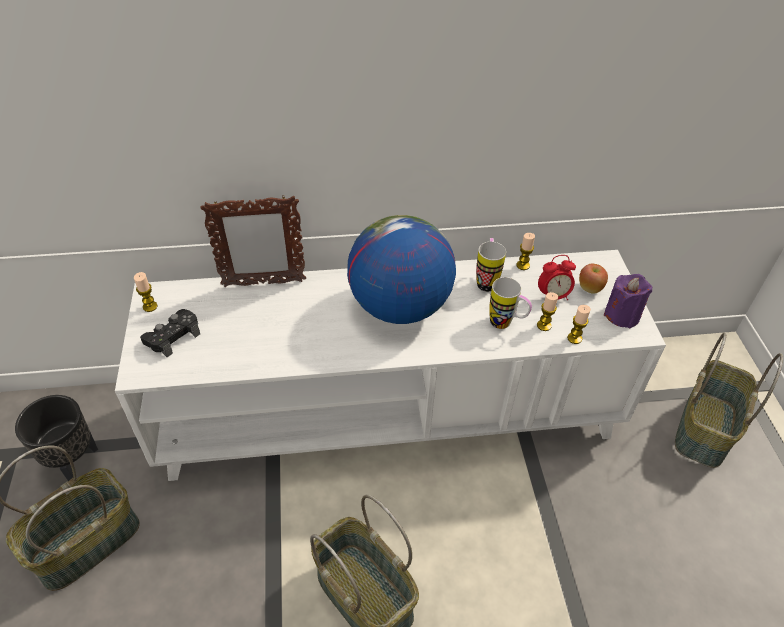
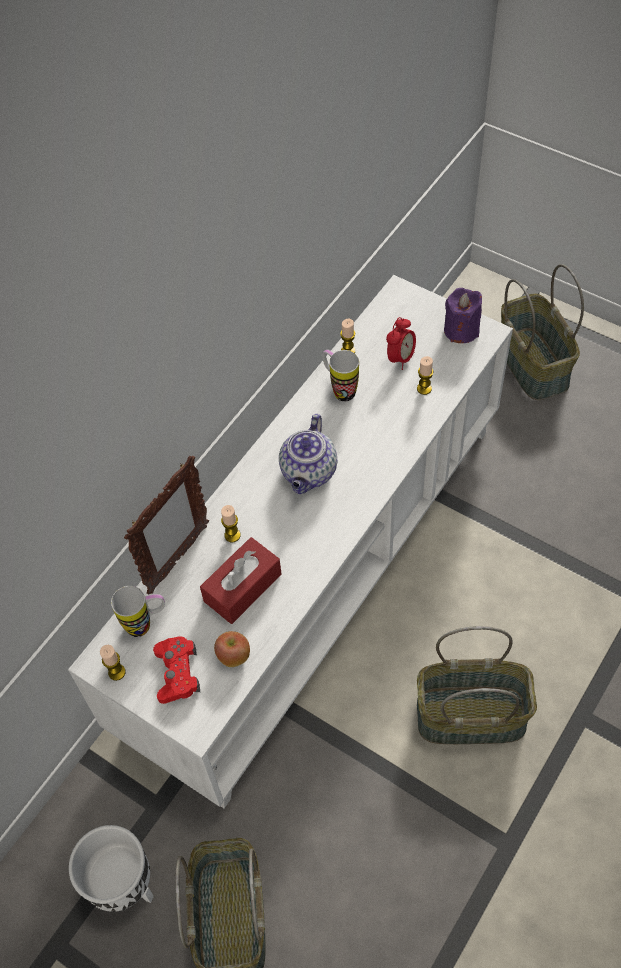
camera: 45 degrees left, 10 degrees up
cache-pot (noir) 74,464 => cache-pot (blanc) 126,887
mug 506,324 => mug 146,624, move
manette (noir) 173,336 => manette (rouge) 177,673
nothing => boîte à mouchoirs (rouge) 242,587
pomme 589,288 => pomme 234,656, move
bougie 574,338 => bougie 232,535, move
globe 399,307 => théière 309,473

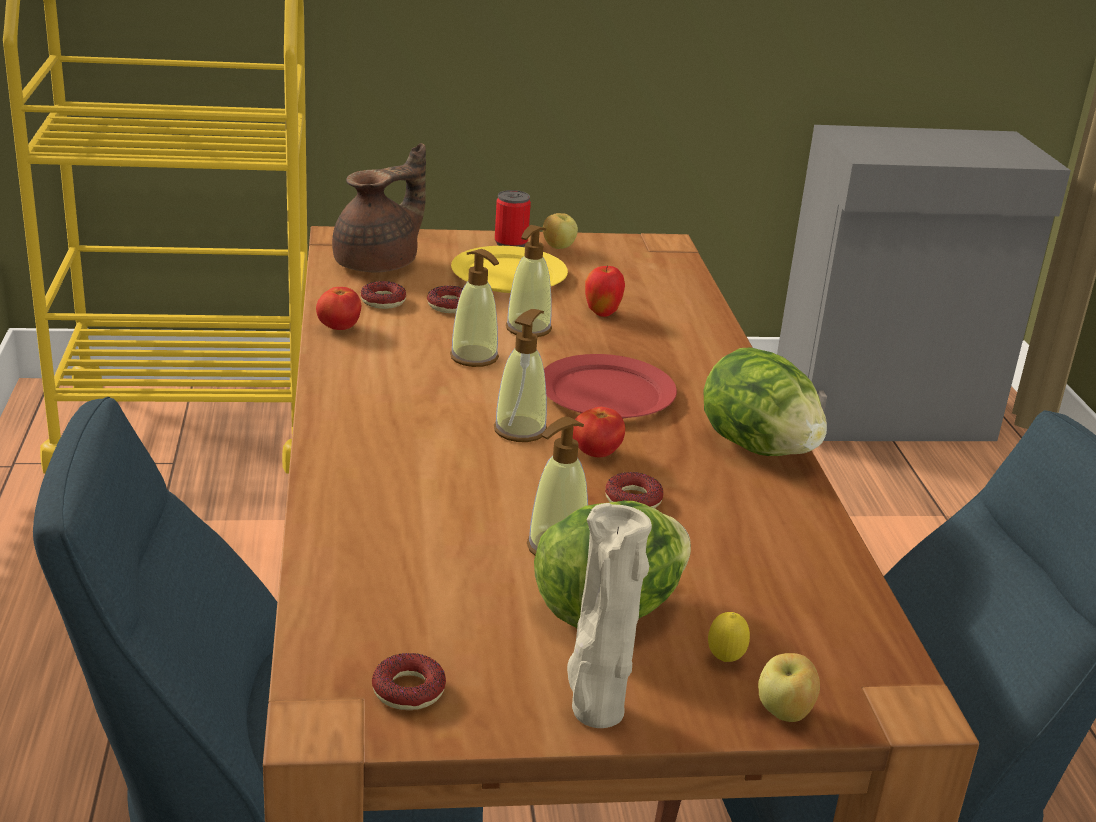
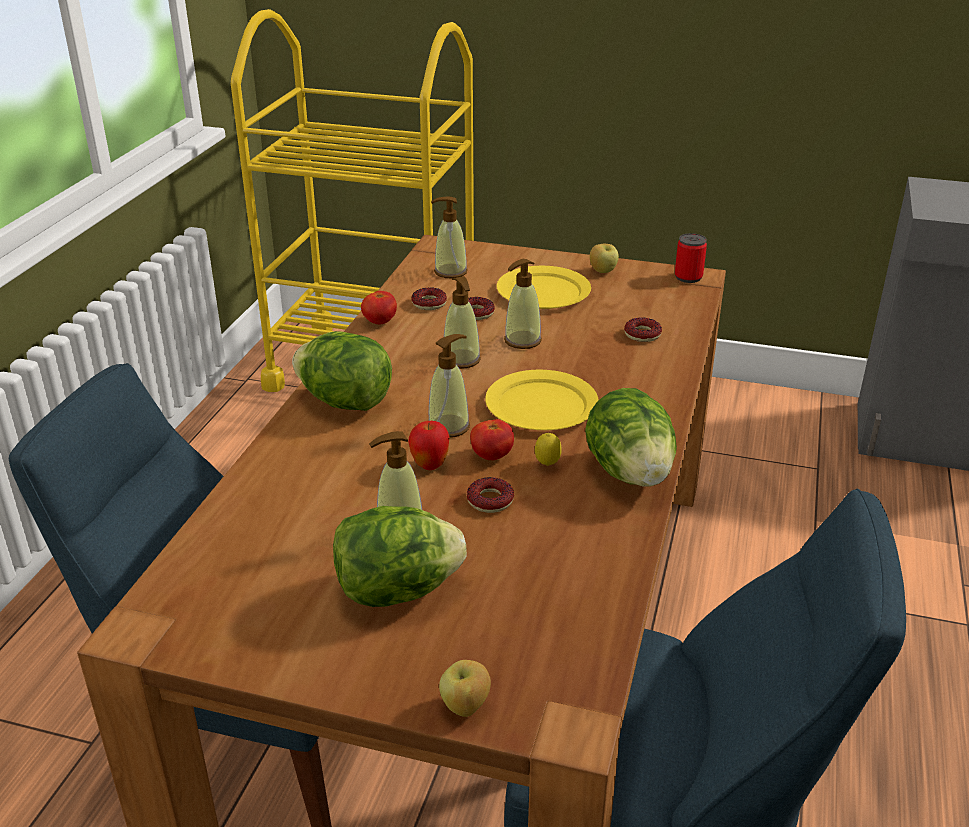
camera: 25 degrees right, 5 degrees up
nothing => laitue 345,402
pomme 602,313 => pomme 430,465, move
théière (marron) 379,264 => distributeur de savon 450,272
assiette (rouge) 606,393 => assiette (jaune) 541,405
citron 725,661 => citron 547,465, move
beignet 408,690 => beignet 642,334, move
boîte métallique 511,243 => boîte métallique 688,277, move
vase (beige) 595,713 => nothing

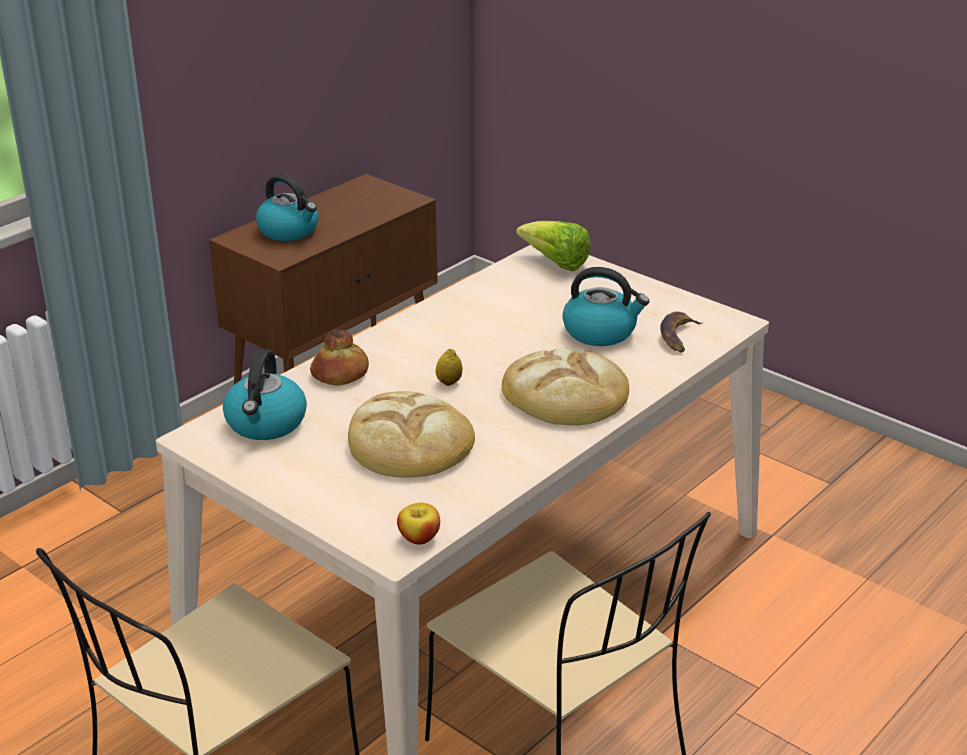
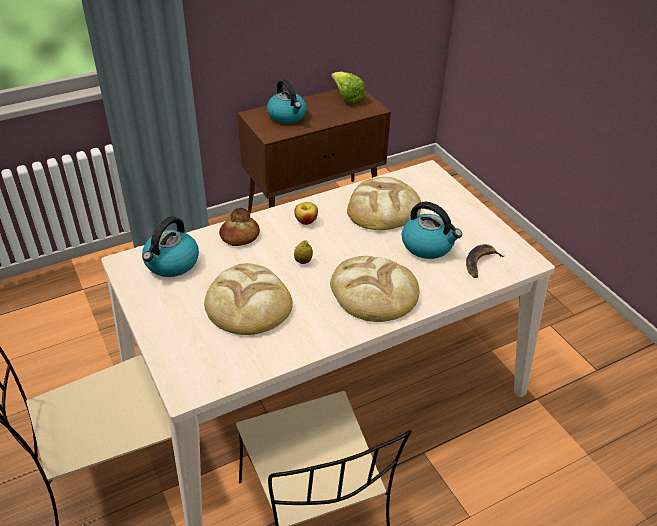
camera: 20 degrees right, 10 degrees up
pomme 419,538 => pomme 306,221, move
laitue 556,263 => laitue 347,97, move
nothing => pain 383,208

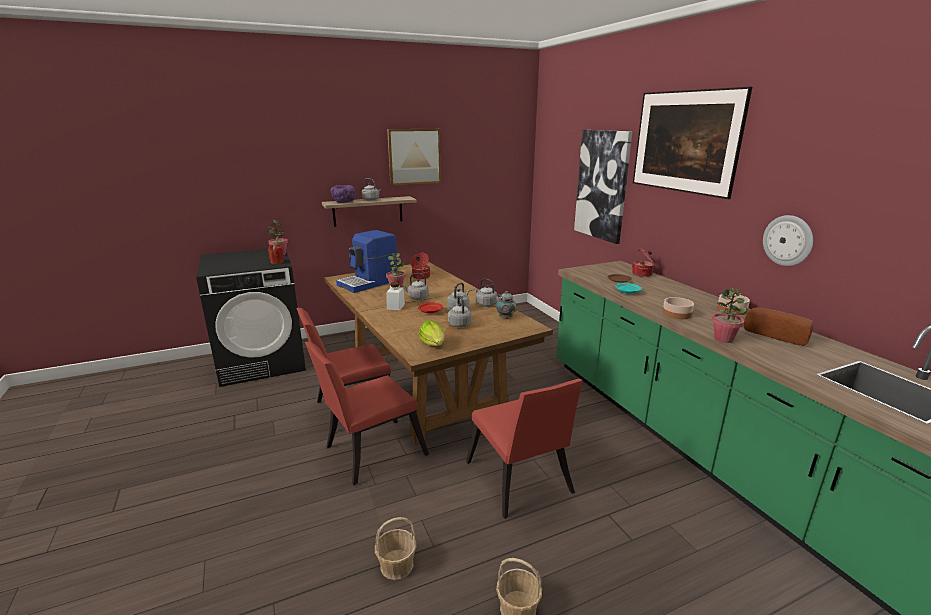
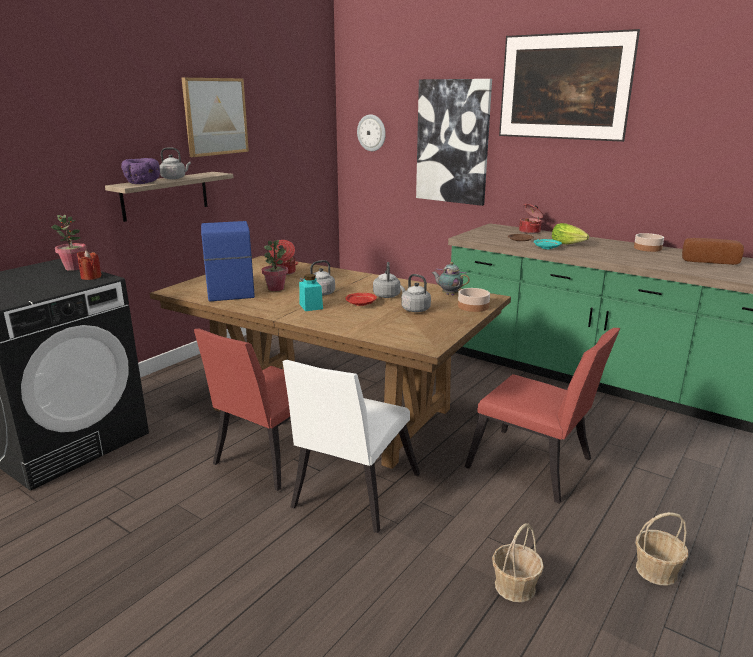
camera: 30 degrees left, 0 degrees up
machine à café 369,283 => machine à café 229,289, 150 degrees clockwise
chaise (rouge) 369,452 => chaise (blanc) 351,494
bocal (blanc) 396,306 => bocal (turquoise) 311,306
horloge murale 788,240 => horloge murale 371,133, move
bol 676,314 => bol 473,306, move
laitue 433,344 => laitue 567,244, move
bouilloire (gris) 485,304 => nothing
plante en pot 723,339 => nothing

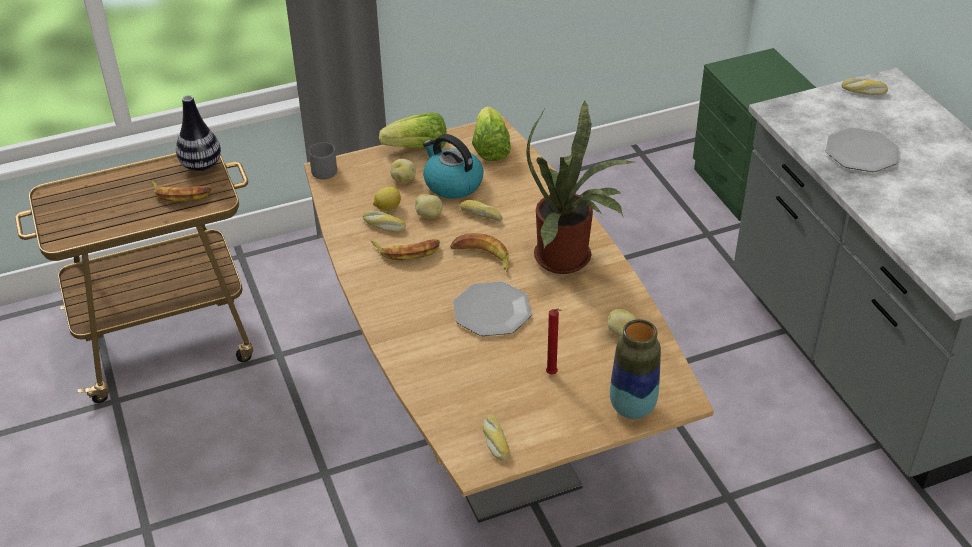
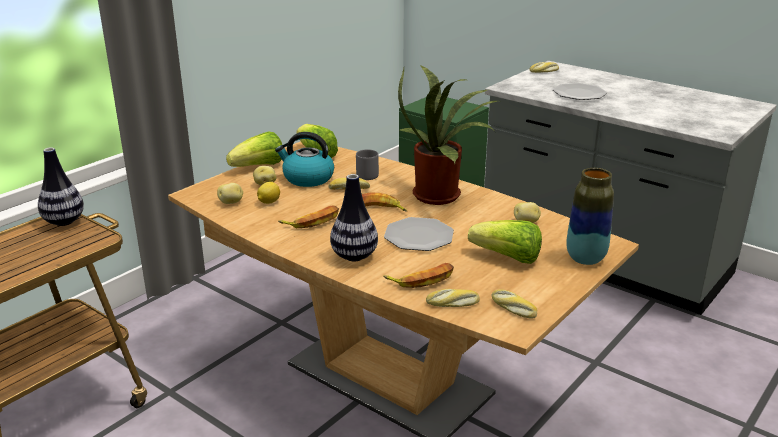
camera: 30 degrees left, 15 degrees down
pomme de terre 429,215 => pomme de terre 231,202, move
nothing => vase 354,256
mug (gris) 325,170 => mug (gris) 366,174, move
banane 181,194 => banane 422,279, move
pain 383,226 => pain 452,304, move
bougie (rouge) 553,374 => laitue 507,258

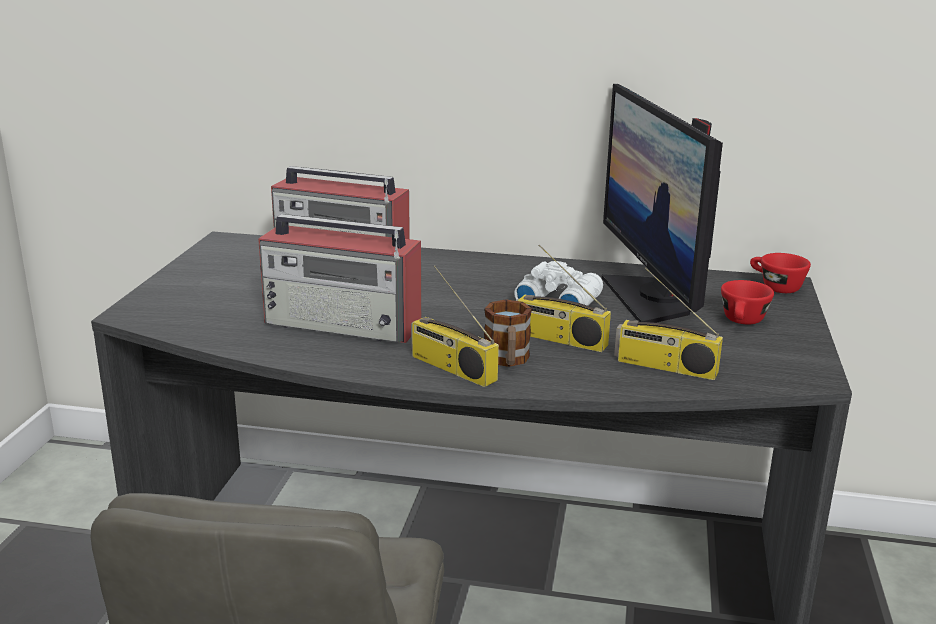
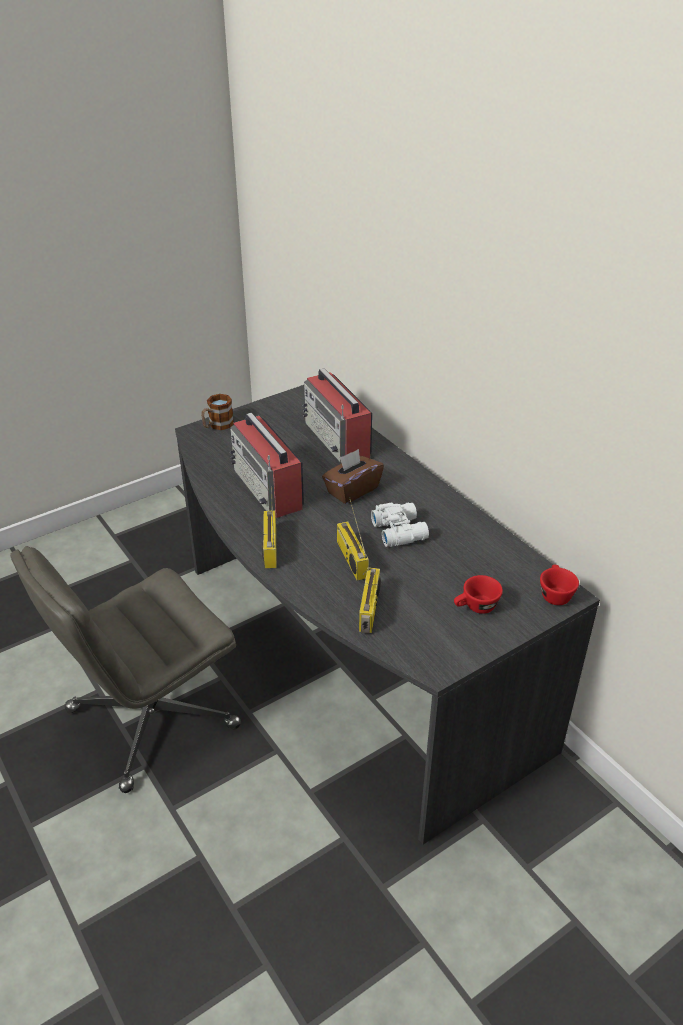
camera: 45 degrees right, 15 degrees up
mug 507,361 => mug 217,425, move
nothing => boîte à mouchoirs (marron) 352,490
radio 664,367 => radio 370,610, 150 degrees counterclockwise
écran d'ordinateur 651,298 => nothing

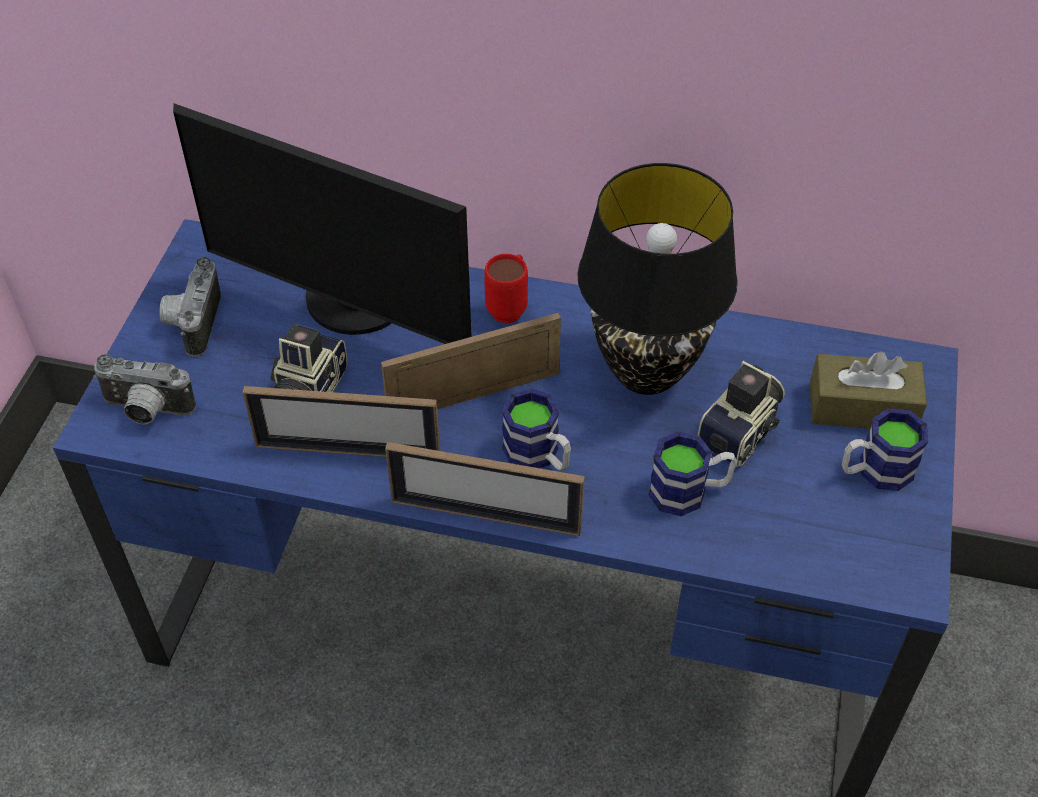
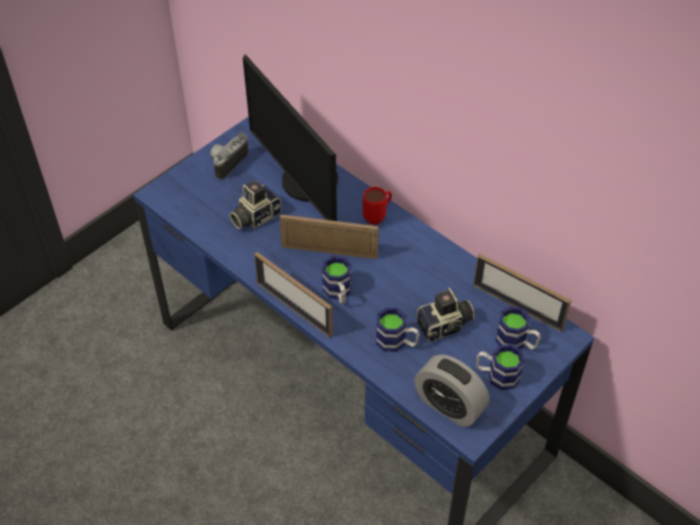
camera: 30 degrees right, 0 degrees up
nothing => réveil 449,405
cadre photo 348,450 => cadre photo 517,307, move
boîte à mouchoirs (marron) 862,407 => mug 516,342
appareil photo 146,411 => nothing
lampe de table (noir) 646,371 => nothing

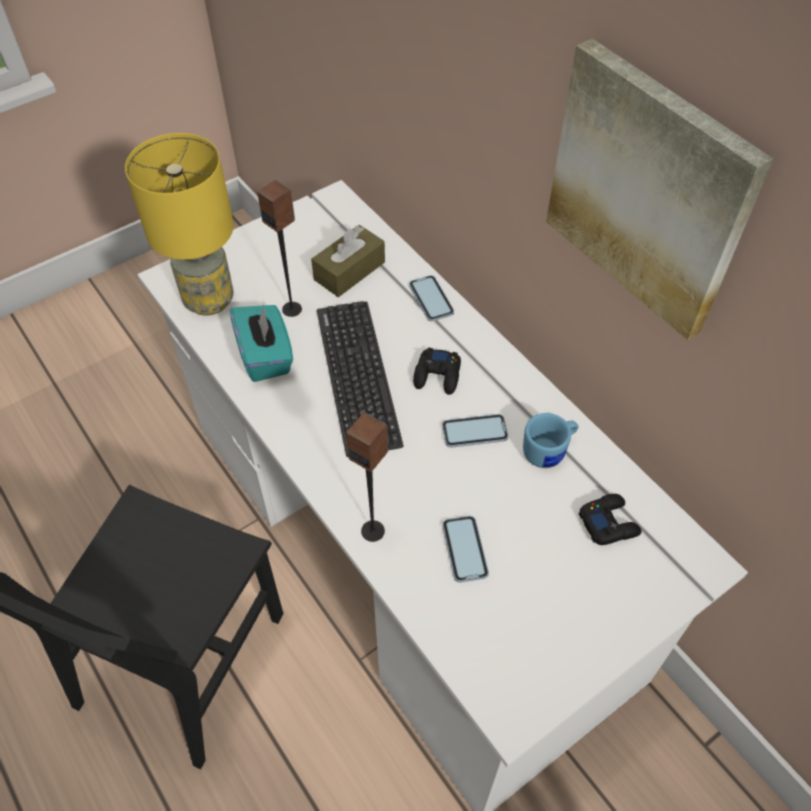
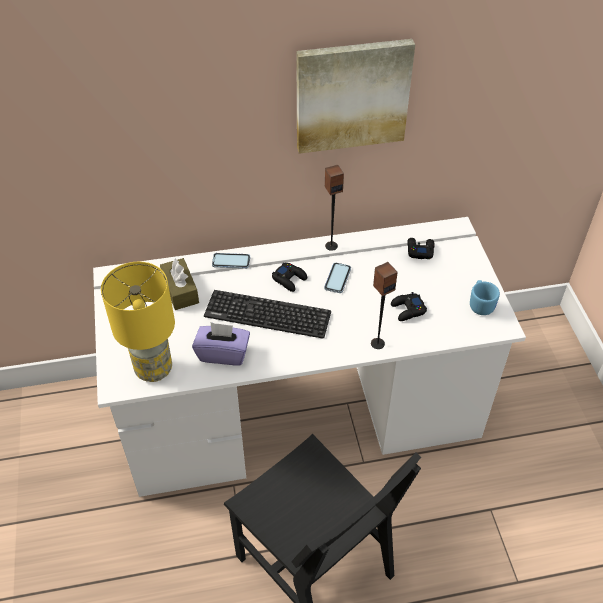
camera: 65 degrees left, 5 degrees down
boîte à mouchoirs (turquoise) 266,356 => boîte à mouchoirs (violet) 223,353
enceinte 292,309 => enceinte 331,246, move
téléphone 464,550 => manette (noir) 408,310
mug (bleu) 549,451 => mug (bleu) 481,304, move

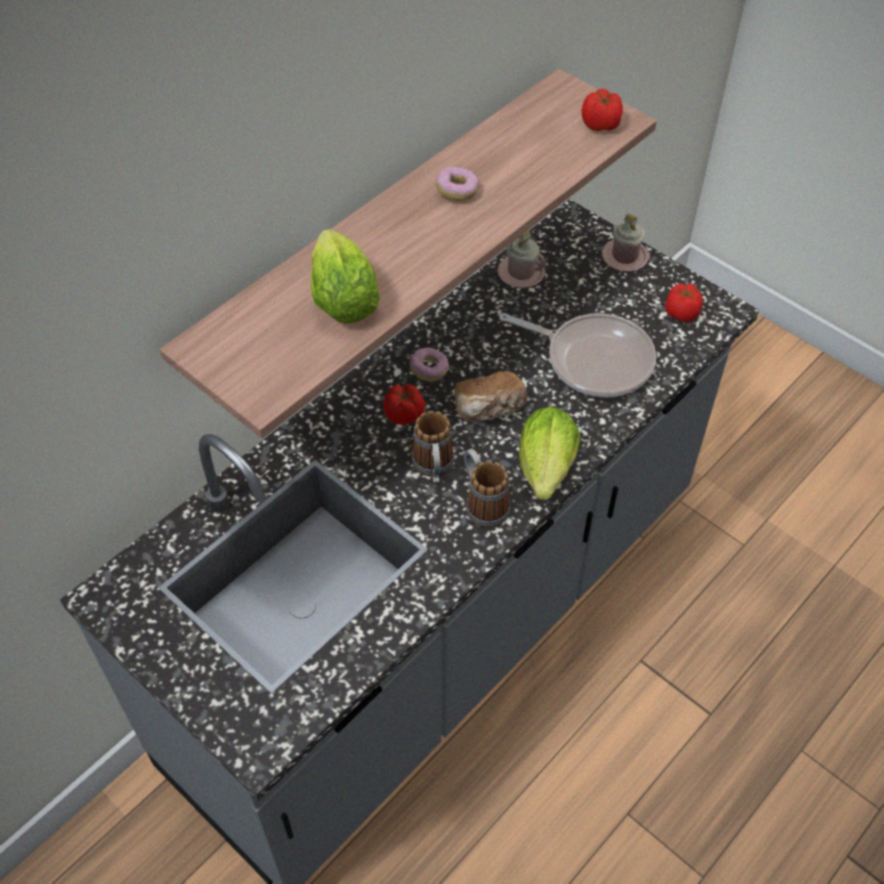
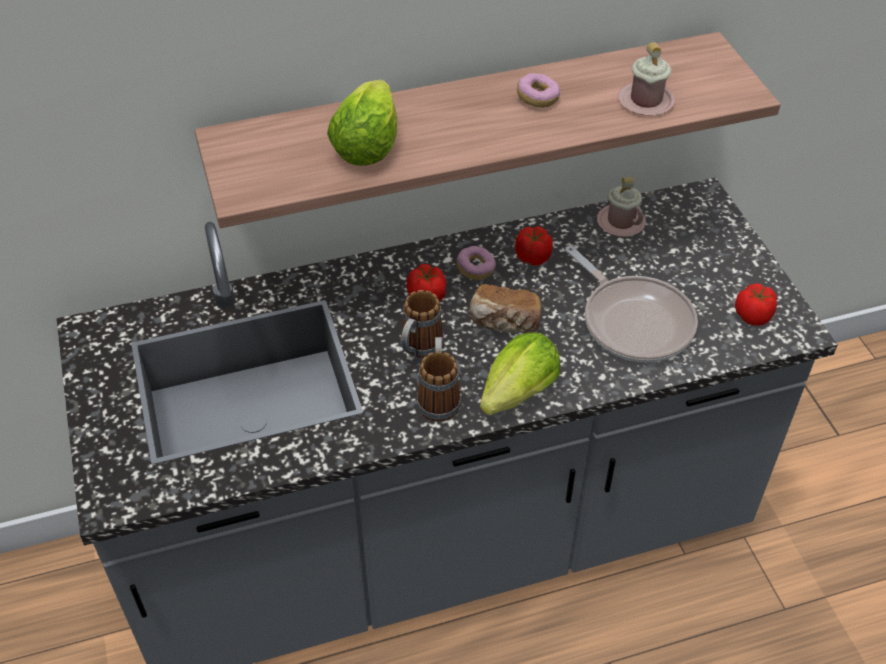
camera: 30 degrees right, 5 degrees down
tomate 601,125 => tomate 533,258, move
mug (rose) 624,257 => mug (rose) 646,101, move

